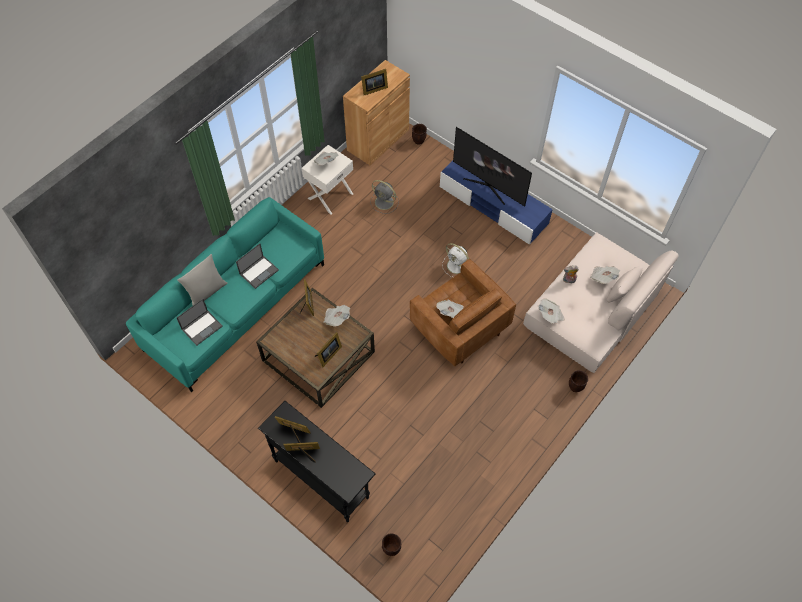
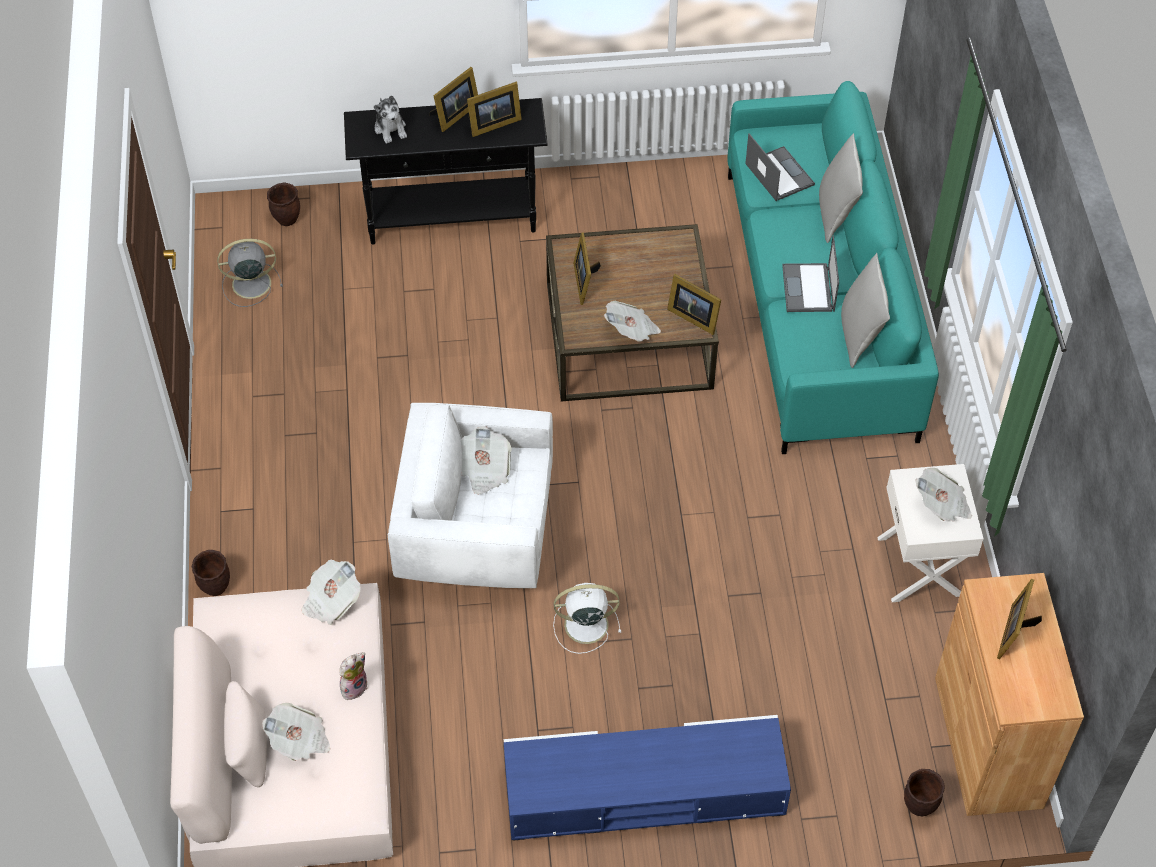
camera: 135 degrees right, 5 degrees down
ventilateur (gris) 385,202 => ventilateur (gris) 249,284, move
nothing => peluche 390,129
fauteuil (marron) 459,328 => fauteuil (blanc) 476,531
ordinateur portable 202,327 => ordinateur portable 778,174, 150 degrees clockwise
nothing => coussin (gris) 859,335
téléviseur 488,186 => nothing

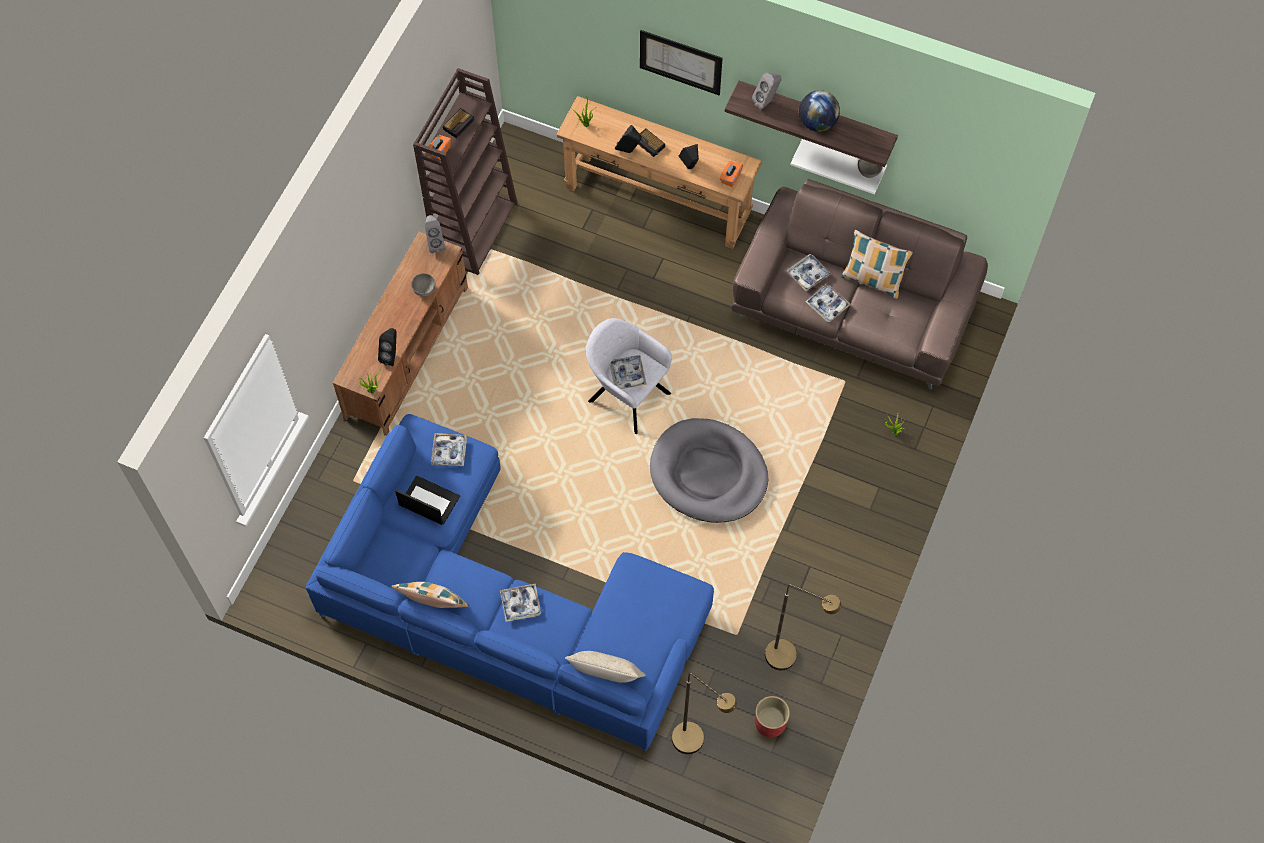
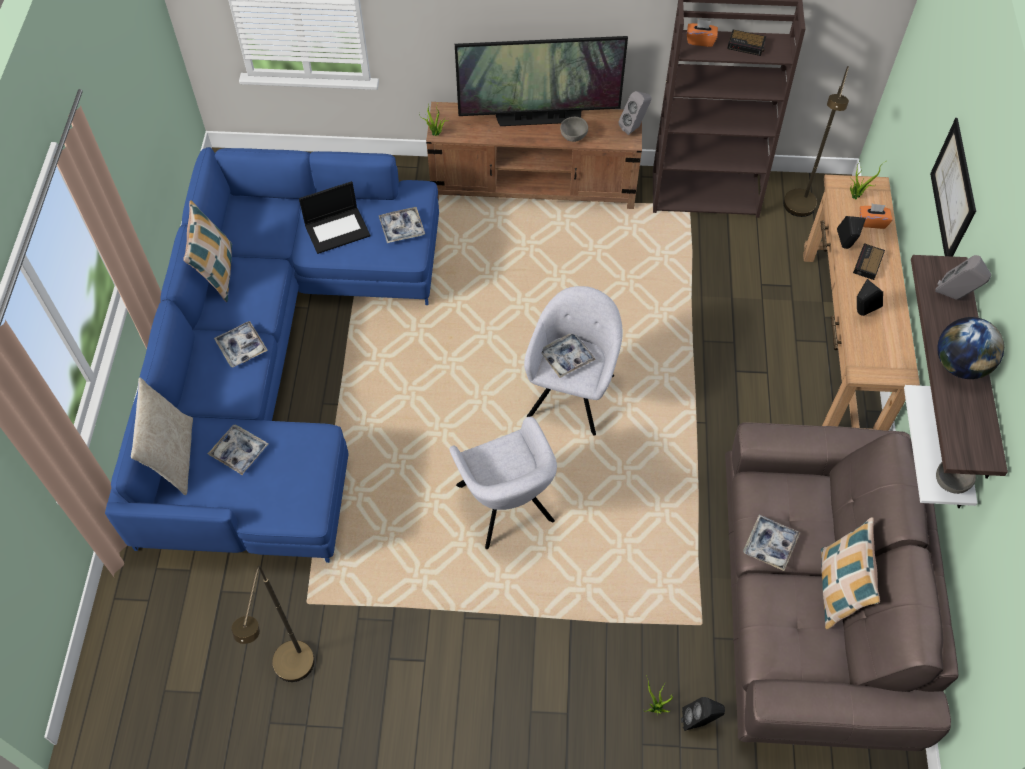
camera: 70 degrees right, 5 degrees down
plateau 808,274 => plateau 239,452, move
ordinateur portable 428,501 => ordinateur portable 337,229, 60 degrees clockwise
panier pour chien (gris) 708,473 => fauteuil (gris) 507,507
nothing => téléviseur 539,118
enceinte (noir) 391,355 => enceinte (noir) 699,721, move
lampadaire (marron) 696,743 => lampadaire (marron) 798,211, move
boîte à mouchoirs (orange) 730,178 => boîte à mouchoirs (orange) 872,222, move
cache-pot (rouge) 770,722 => nothing

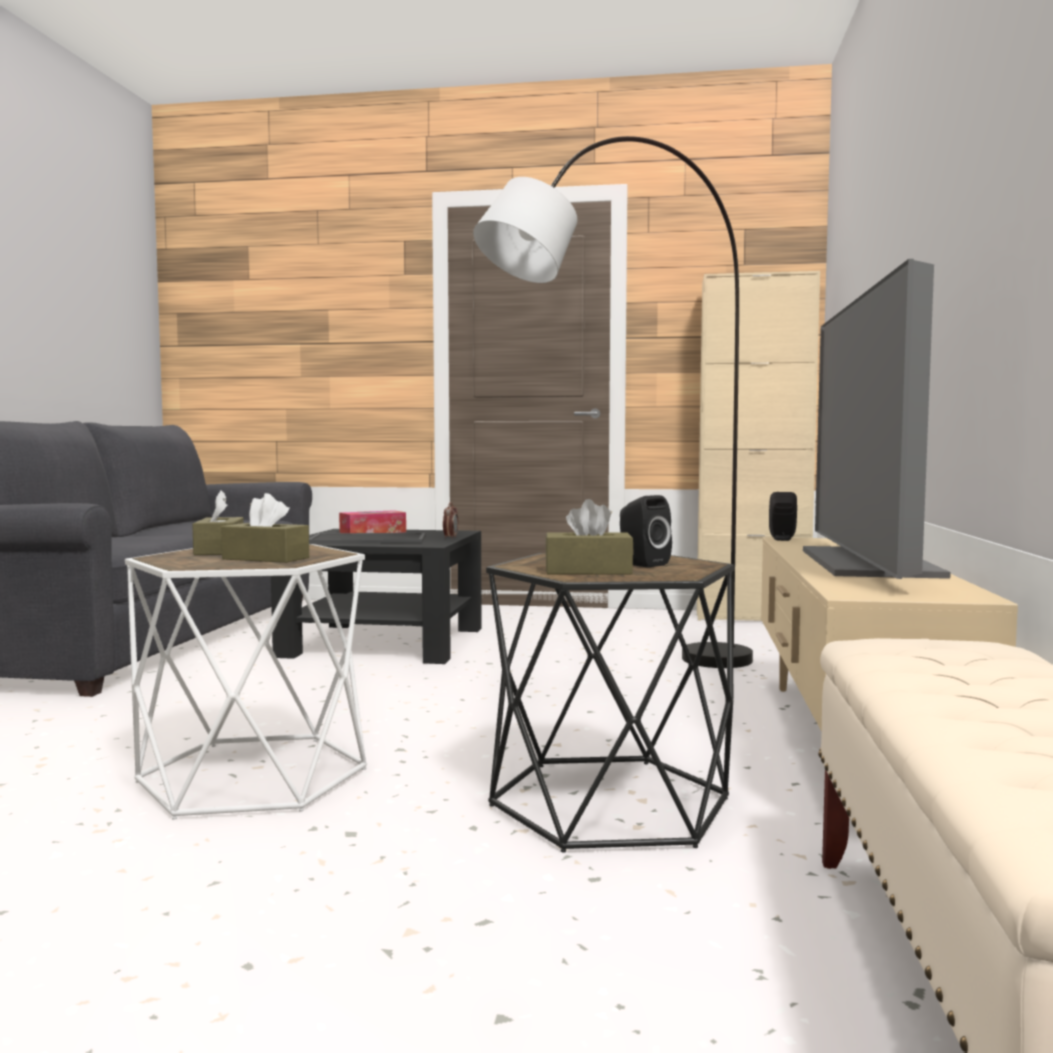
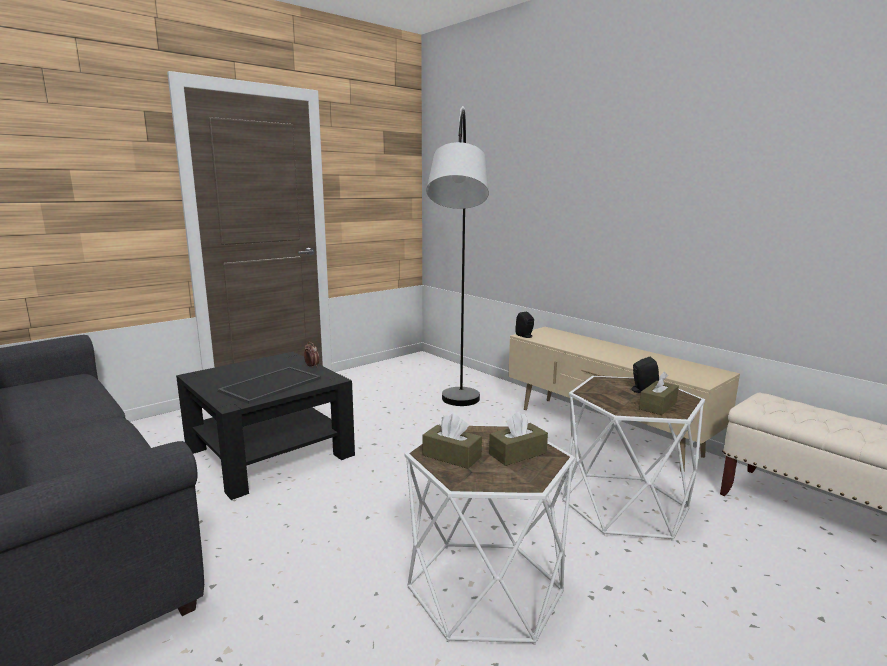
camera: 50 degrees left, 10 degrees up
table d'appoint (noir) 608,802 => table d'appoint (blanc) 624,505
boîte à mouchoirs 372,532 => nothing
meuble de rangement (beige) 751,617 => nothing
téléviseur 867,563 => nothing

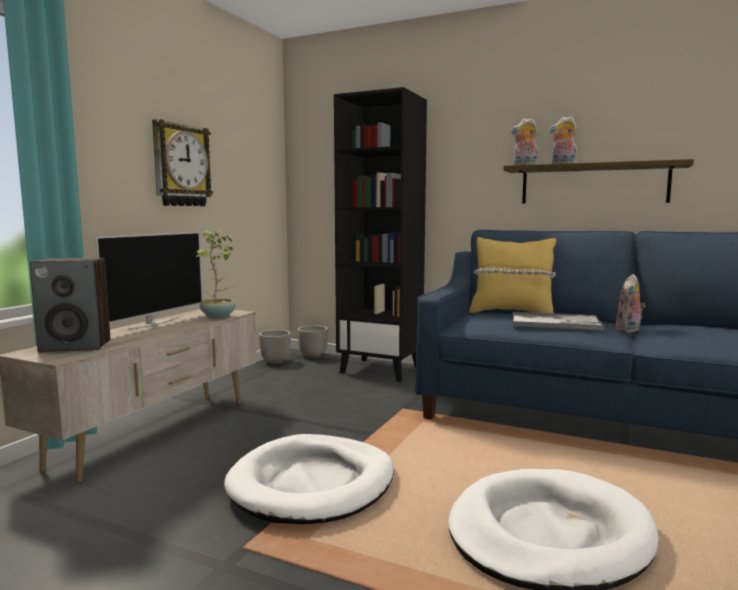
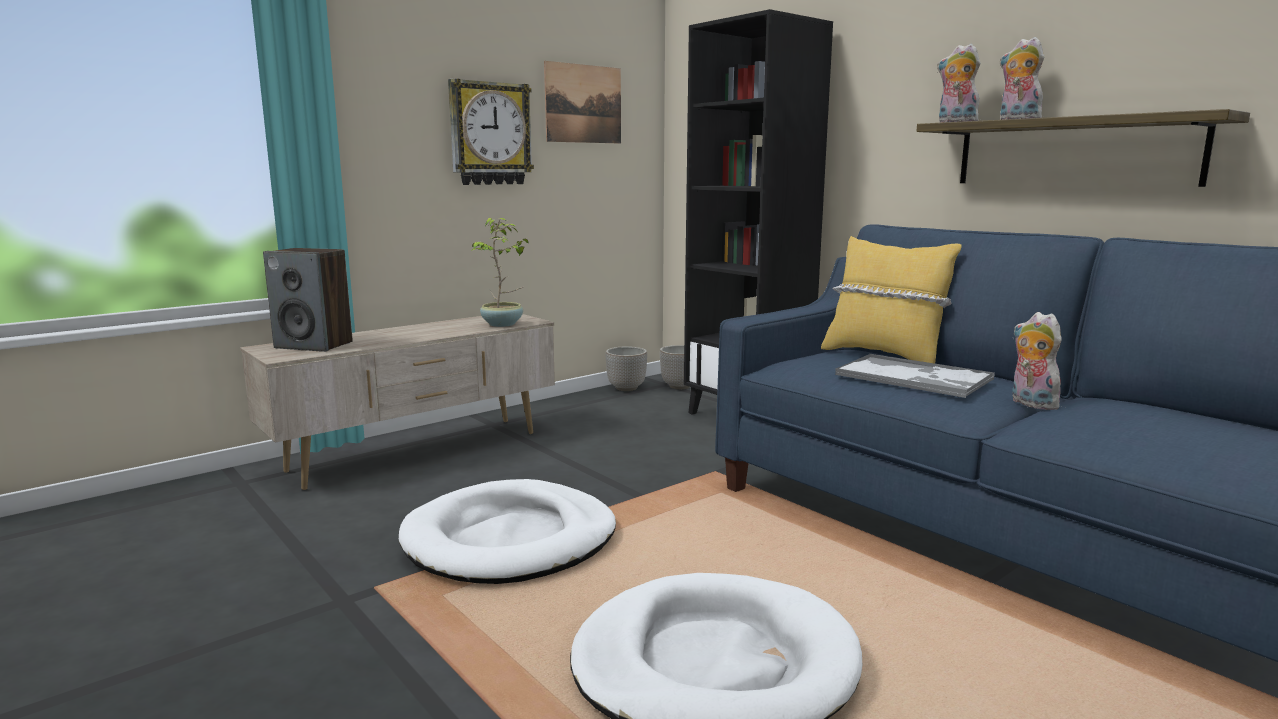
camera: 25 degrees right, 5 degrees up
nothing => tableau 583,104
peluche 629,331 => peluche 1030,404, 90 degrees clockwise
téléviseur 153,323 => nothing

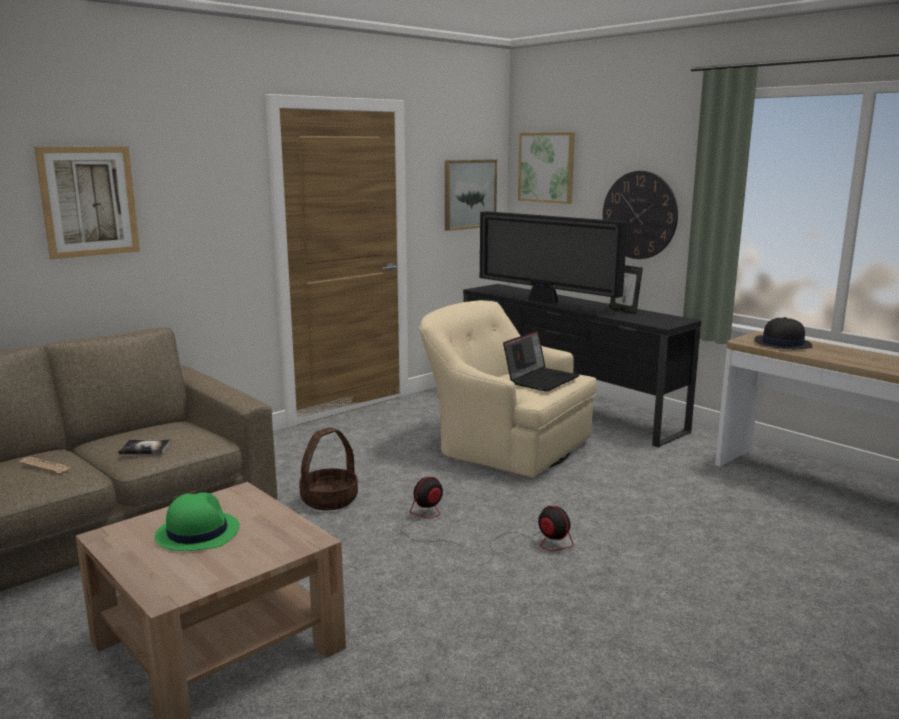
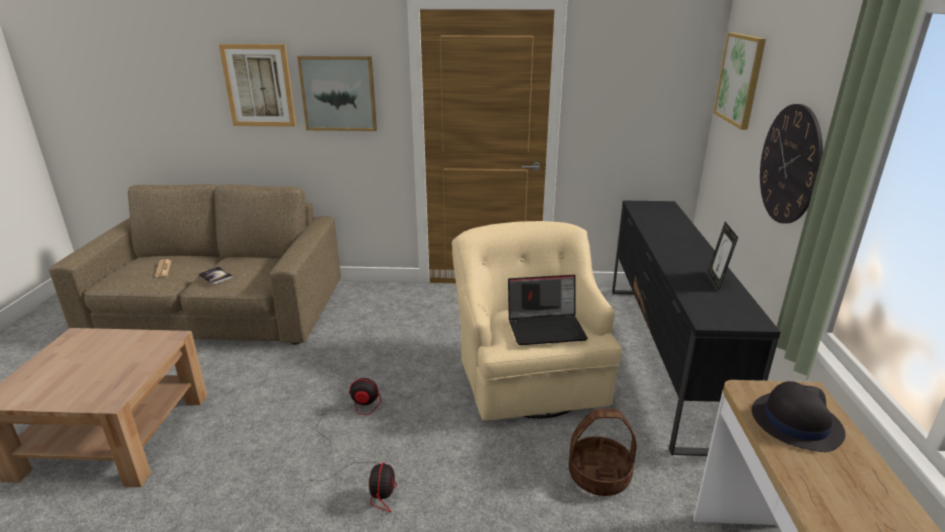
camera: 45 degrees right, 10 degrees up
tableau 469,194 => tableau 338,93, move
panier 329,499 => panier 599,476, move
chapeau (vert) 197,532 => nothing
téléviseur 545,303 => nothing

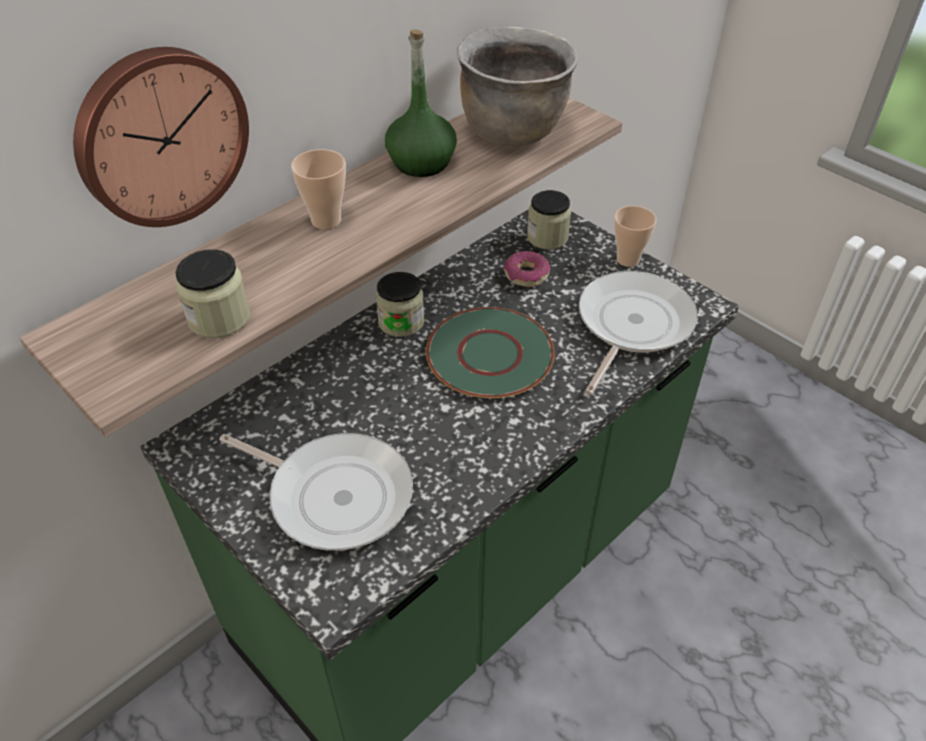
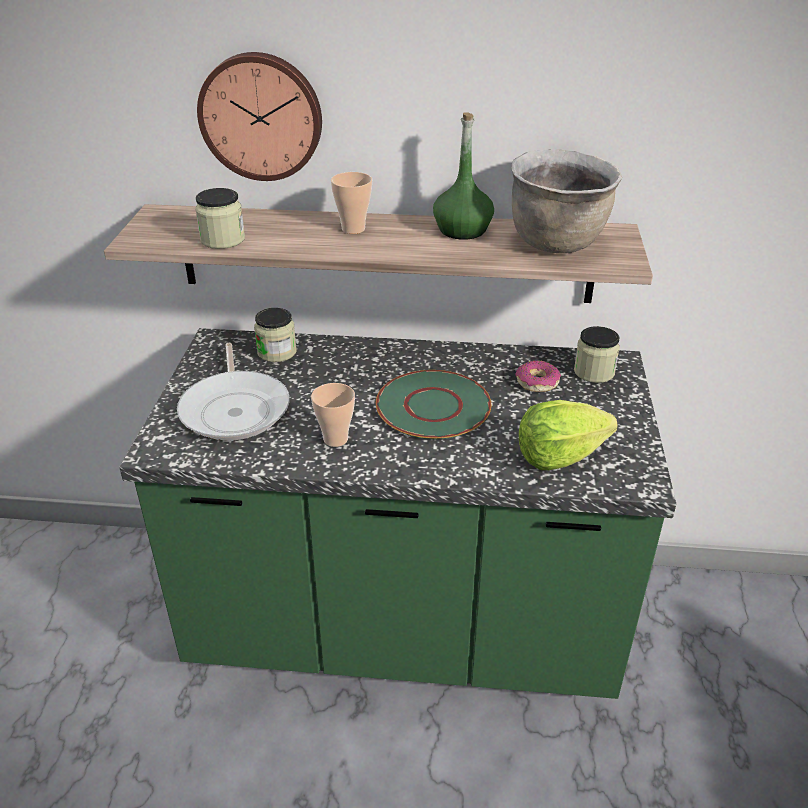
camera: 50 degrees right, 10 degrees down
bocal 401,322 => bocal 277,352, move
tasse 628,259 => tasse 335,439, move
poêle 631,325 => laitue 559,456

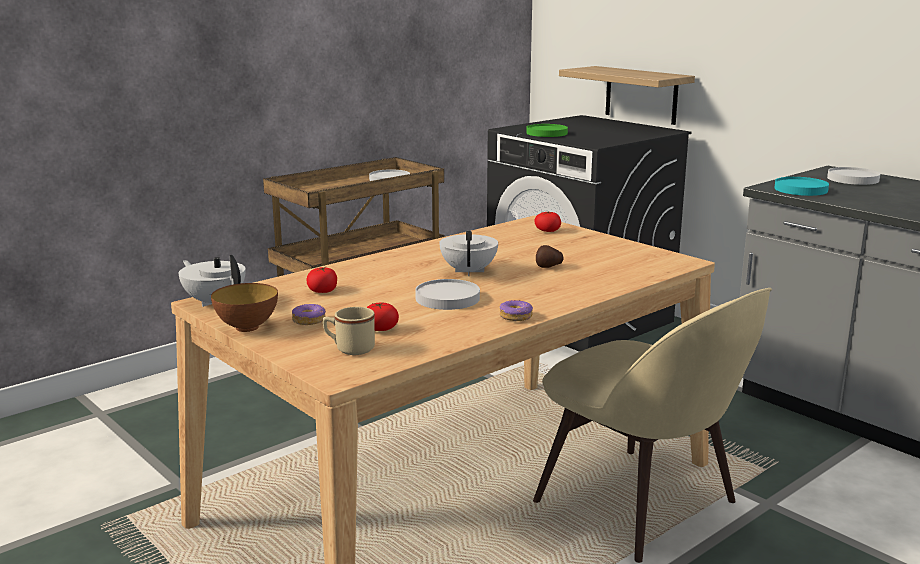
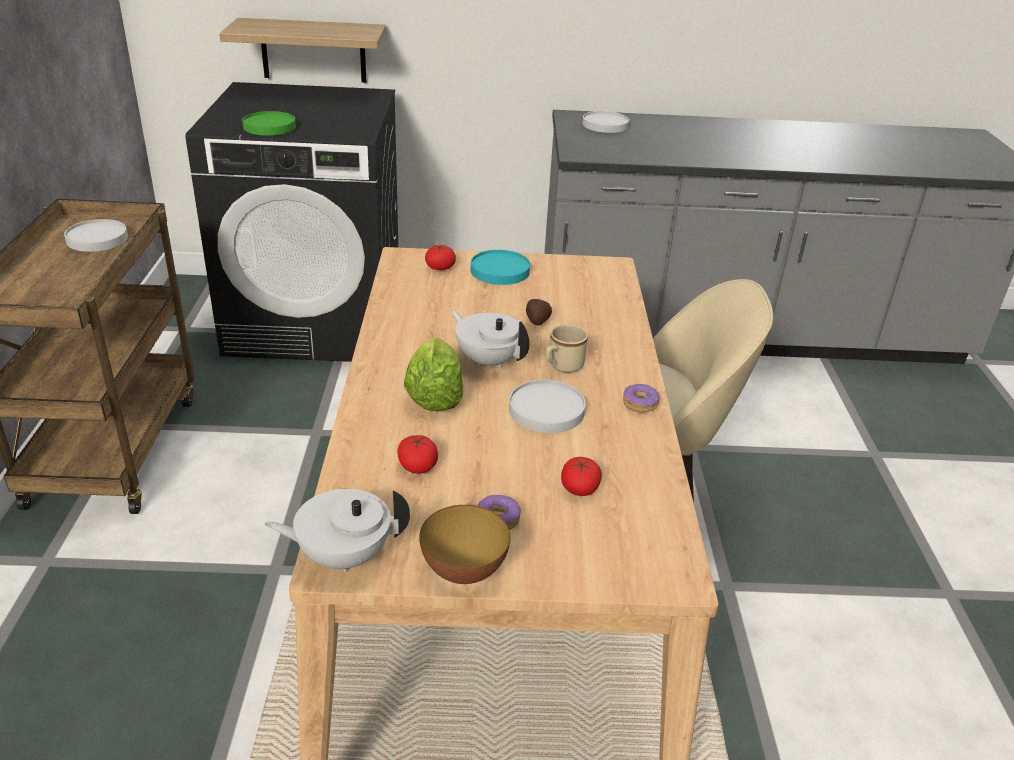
camera: 50 degrees left, 15 degrees up
nothing => laitue 434,395
assiette (turquoise) 800,189 => assiette (turquoise) 499,271, move
mug (beige) 349,349 => mug (beige) 562,367, move

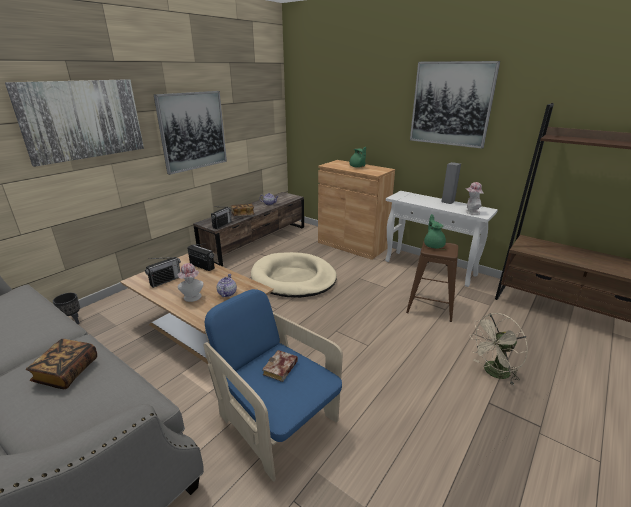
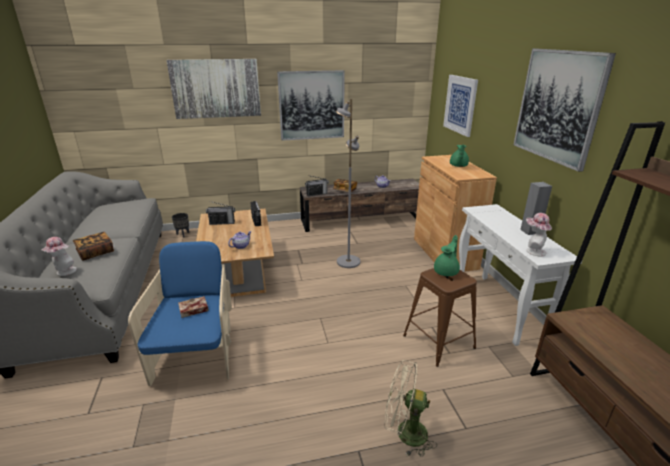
camera: 40 degrees right, 0 degrees up
chapeau 192,298 => chapeau 64,272, move
panier pour chien (beige) 293,278 => lampadaire (gris) 347,262
nothing => tableau 460,104

